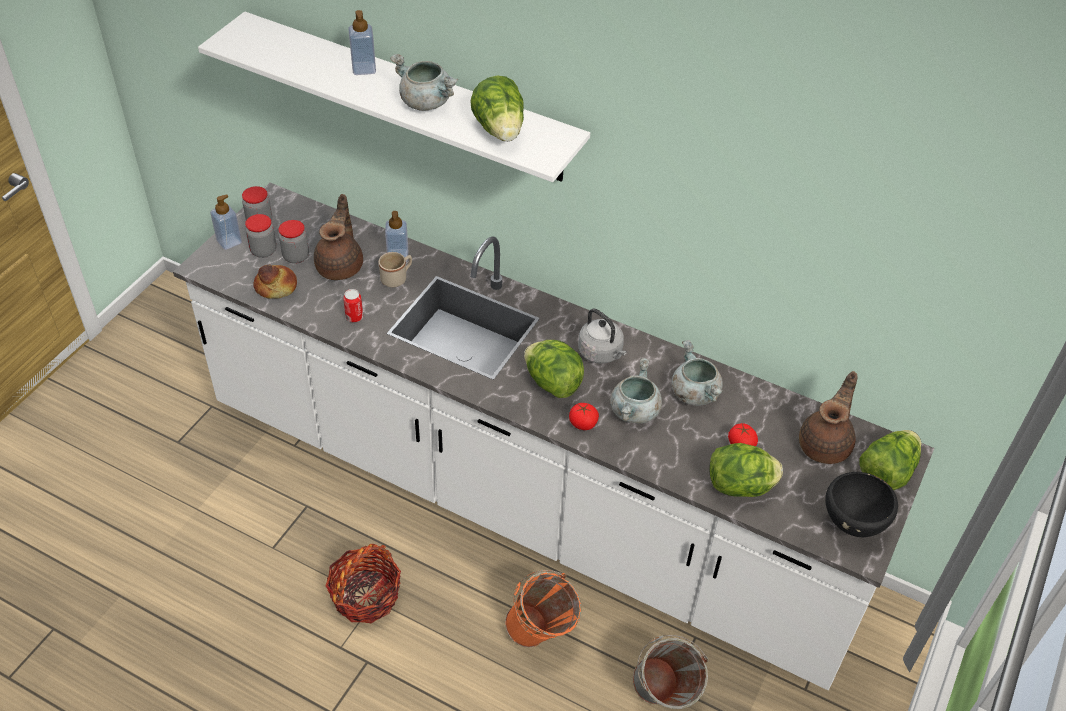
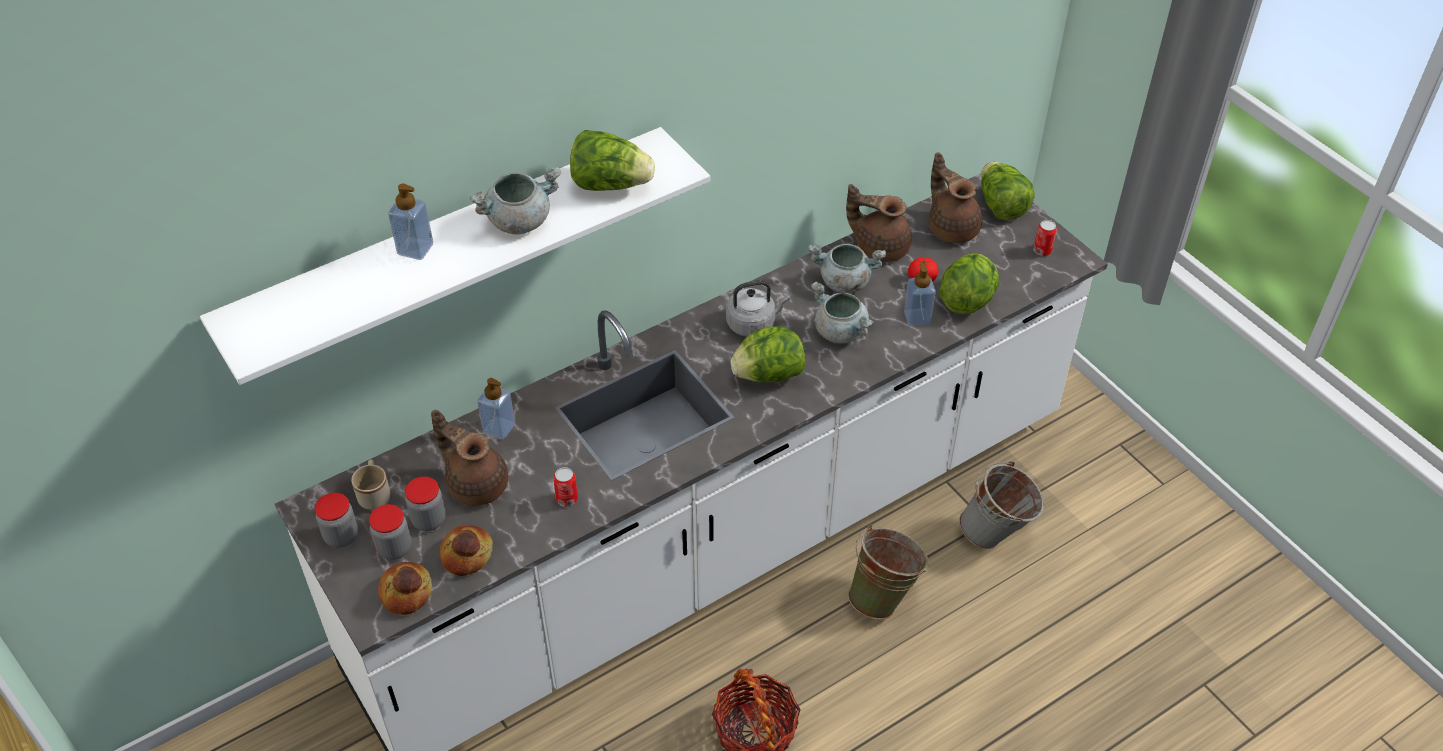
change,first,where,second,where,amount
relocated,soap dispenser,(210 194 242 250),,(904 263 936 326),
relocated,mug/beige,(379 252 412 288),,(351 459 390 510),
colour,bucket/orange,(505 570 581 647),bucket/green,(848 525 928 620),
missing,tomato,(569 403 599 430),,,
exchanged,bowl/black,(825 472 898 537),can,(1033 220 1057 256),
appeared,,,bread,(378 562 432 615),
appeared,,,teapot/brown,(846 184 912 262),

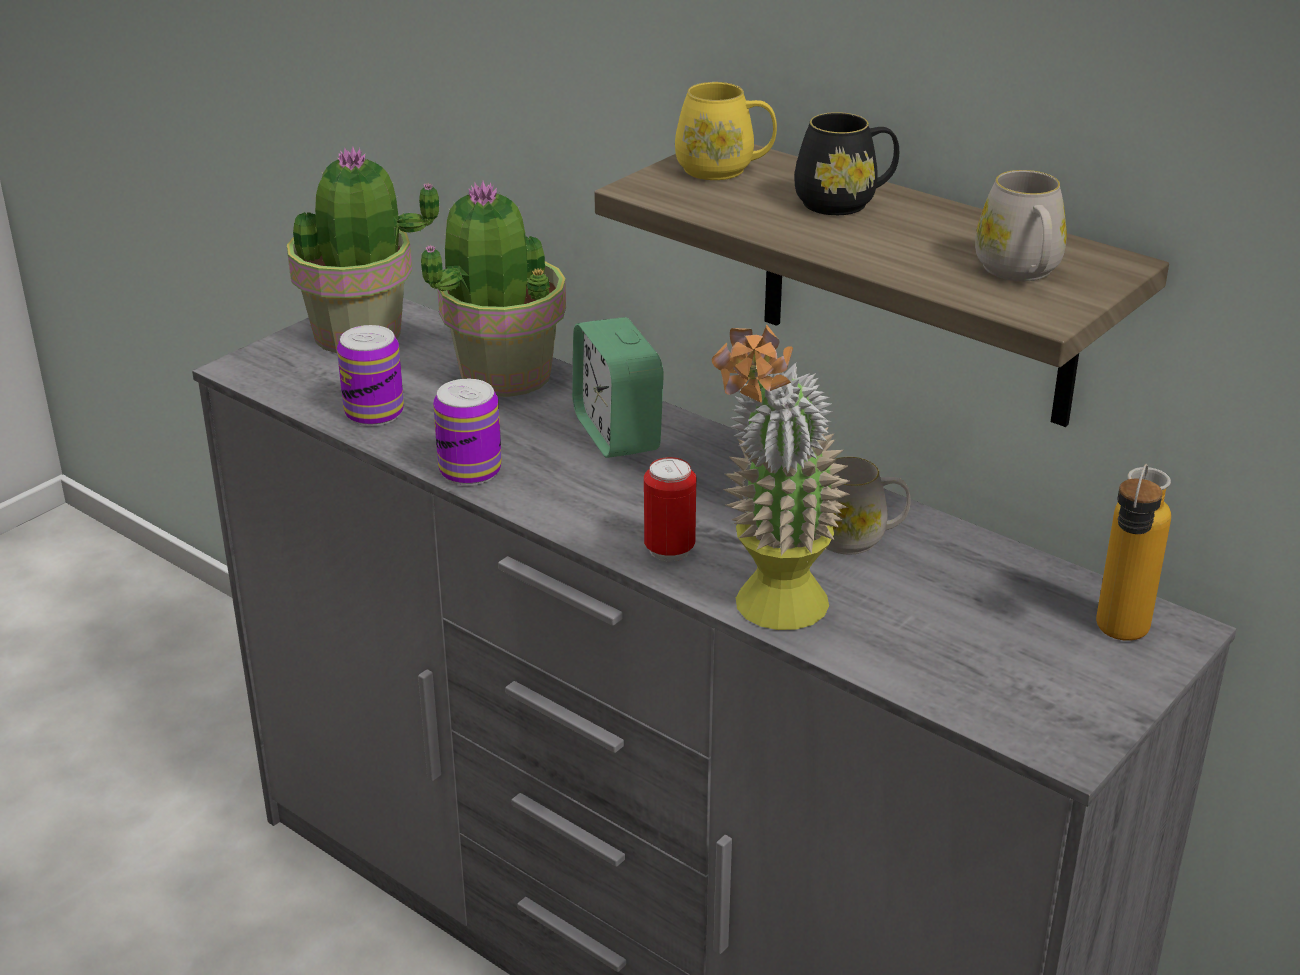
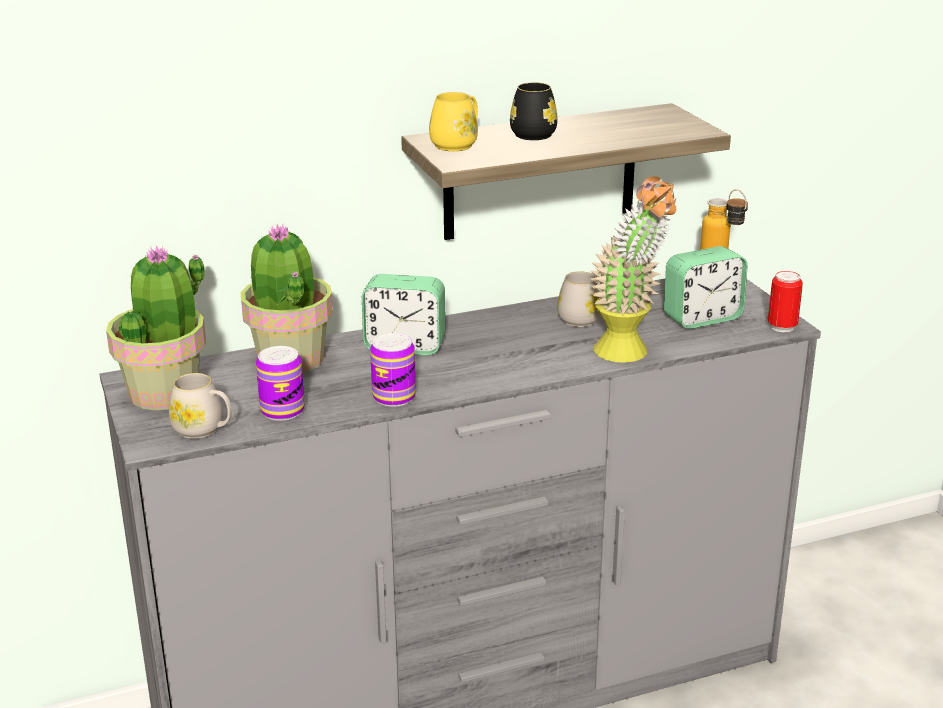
change,first,where,second,where,amount
relocated,can,(644 457 697 562),,(768 271 803 332),
relocated,mug/white,(975 170 1067 281),,(169 373 232 439),
appeared,,,alarm clock,(664 246 748 329),

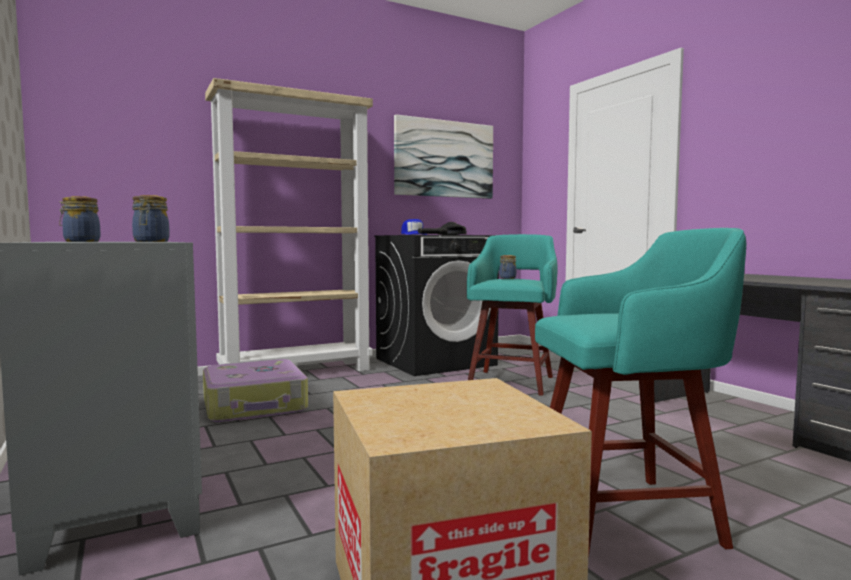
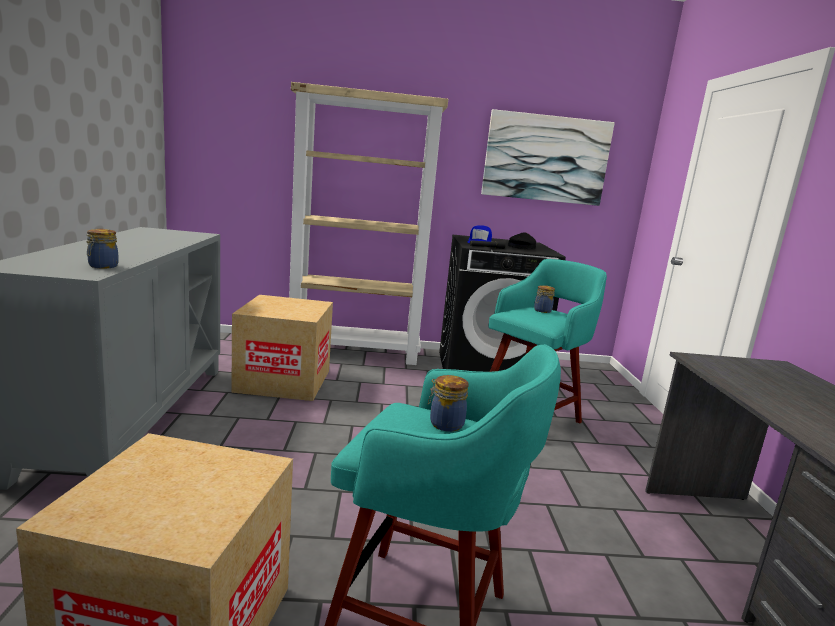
change,first,where,second,where,amount
relocated,jar,(59 196 101 242),,(428 375 469 432),
exchanged,suitcase,(203 359 308 422),cardboard box,(231 295 333 401),

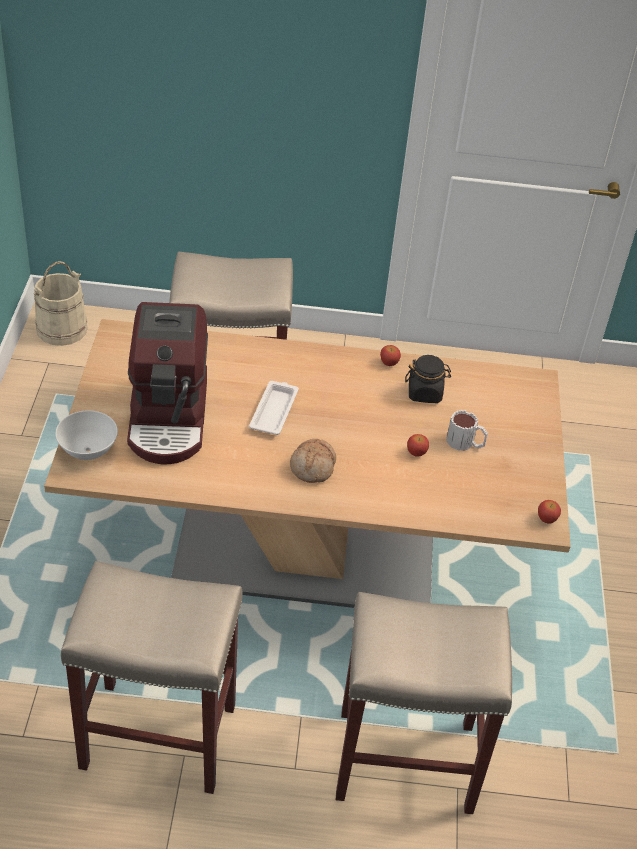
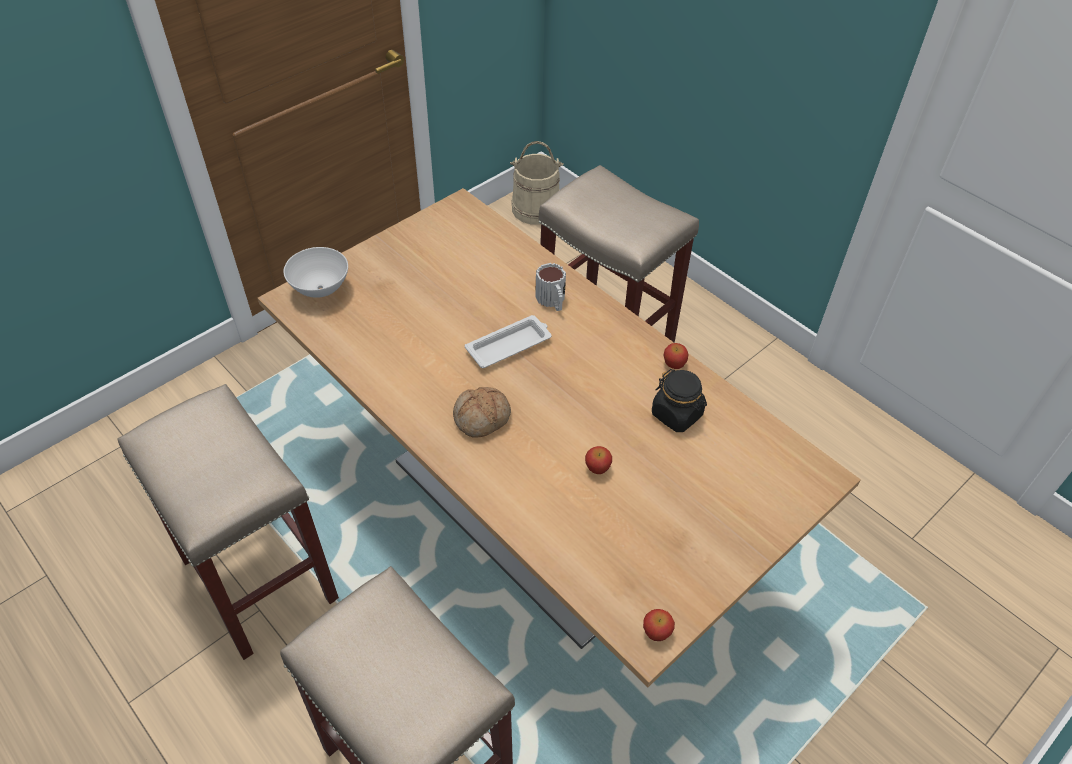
change,first,where,second,where,amount
missing,coffee machine,(127 302 208 465),,,
relocated,mug,(446 410 488 451),,(535 263 566 311),

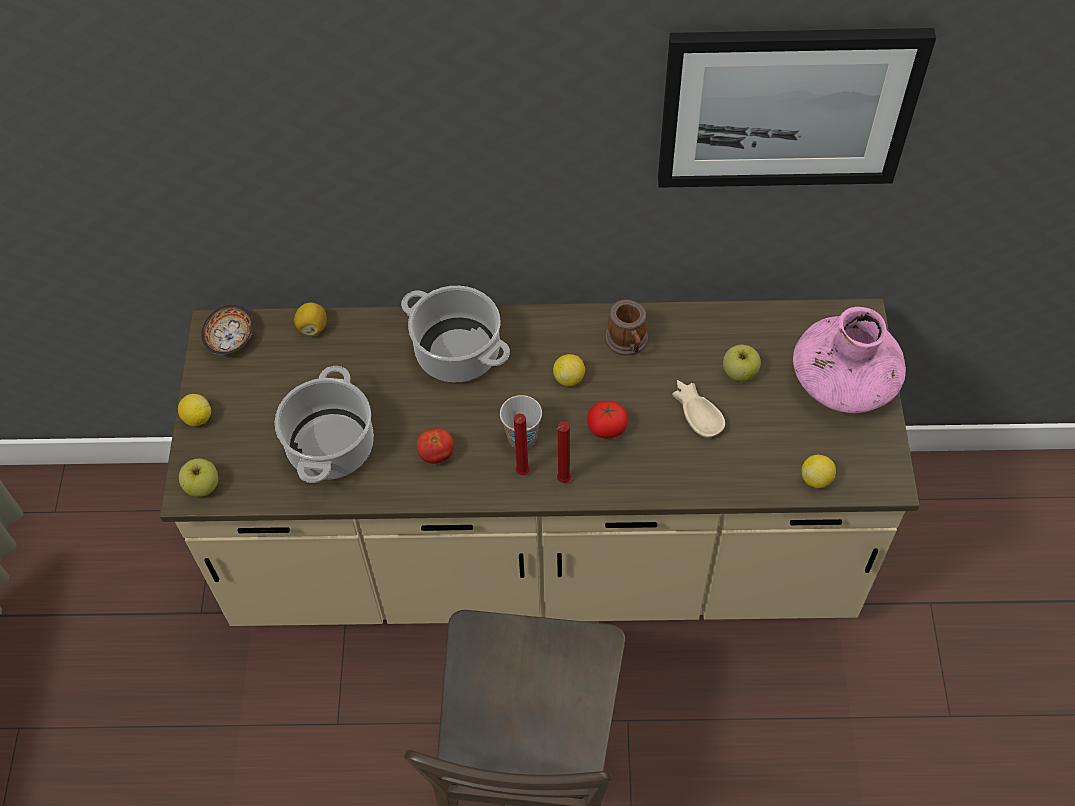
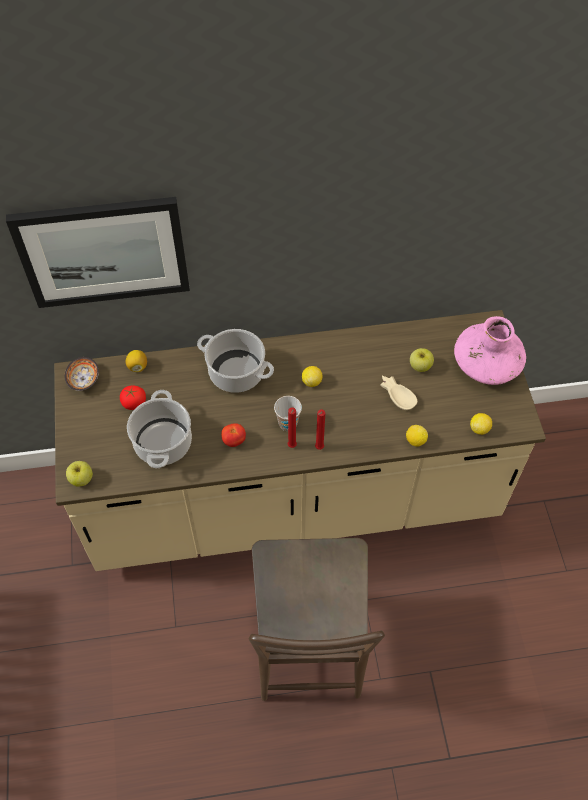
change,first,where,second,where,amount
relocated,lemon,(178 394 211 426),,(406 425 428 447),
relocated,tomato,(587 401 628 438),,(120 386 146 410),
missing,mug,(605 300 648 356),,,
relocated,picture,(658 28 936 188),,(6 197 190 308),

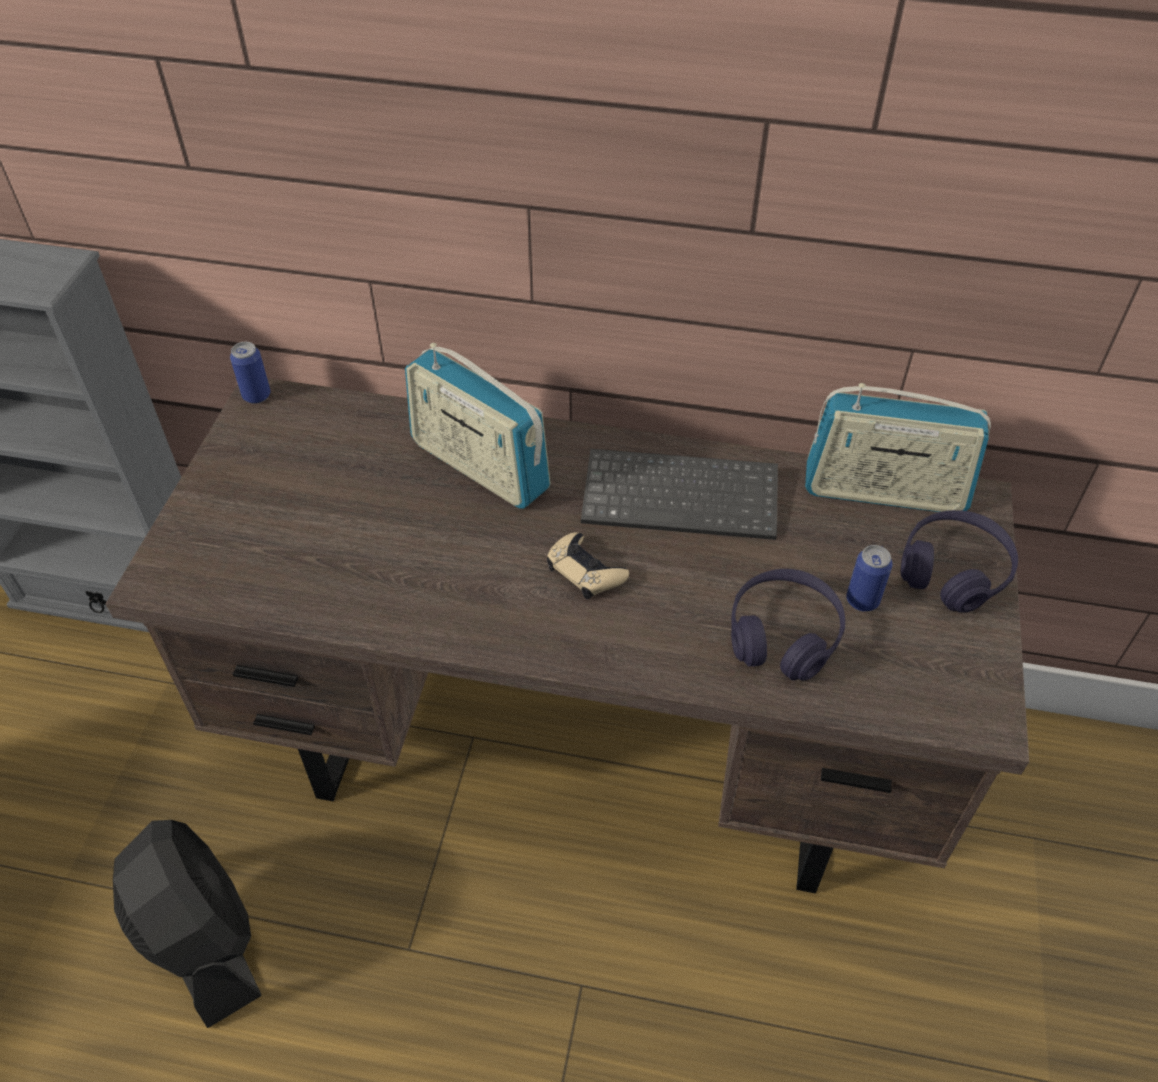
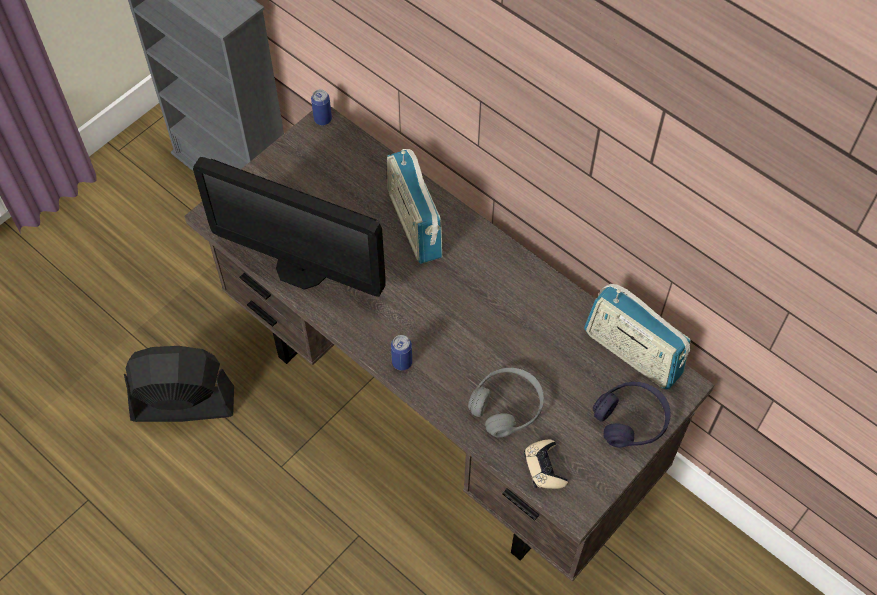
change,first,where,second,where,amount
spun,fan/black,(113 820 262 1028),,(124 346 234 422),90 degrees counterclockwise
relocated,game controller/beige,(547 532 629 600),,(524 440 568 489),
missing,keyboard,(581 449 778 540),,,
colour,headphones/purple,(731 569 845 681),headphones/grey,(468 368 544 437),
relocated,can,(846 545 893 612),,(391 335 412 370),
appeared,,,monitor,(193 157 386 297),

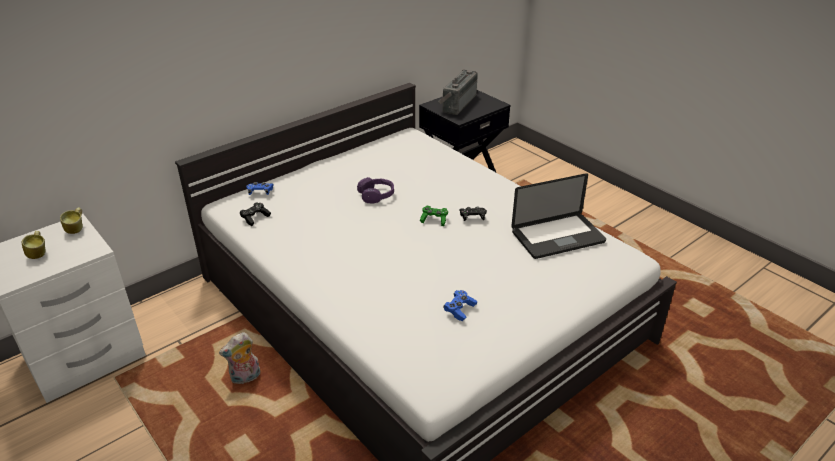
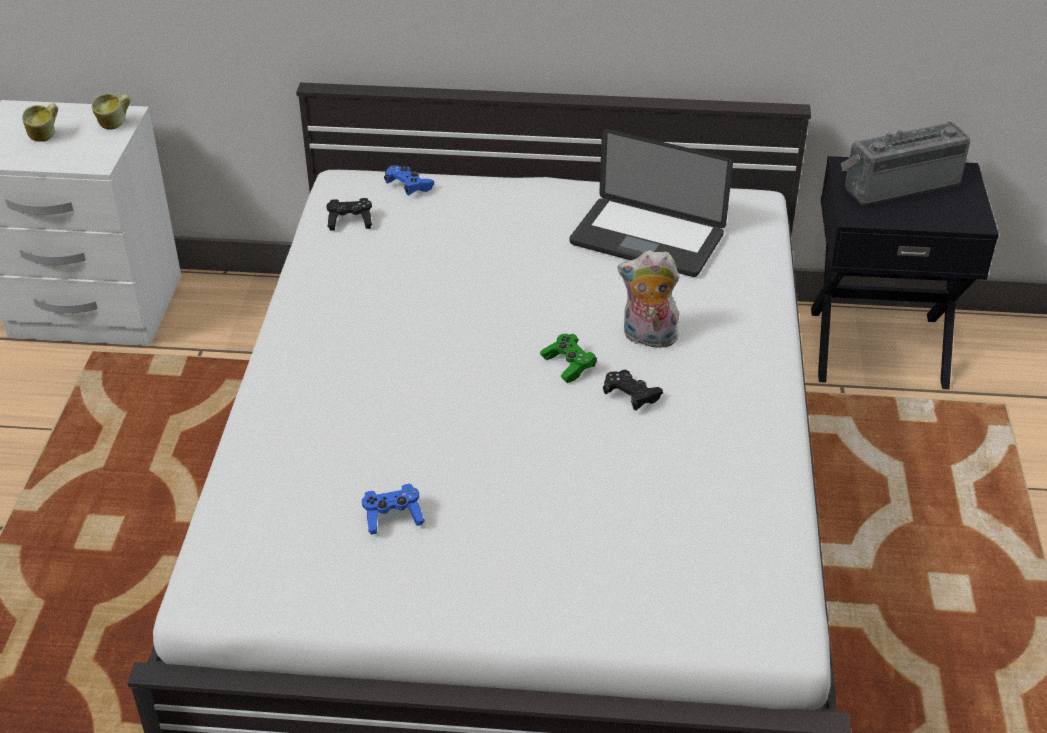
change,first,where,second,where,amount
relocated,plush toy,(219 332 260 384),,(618 250 680 348),
missing,headphones/purple,(357 177 394 204),,,
relocated,laptop,(511 173 606 259),,(569 129 733 277),

